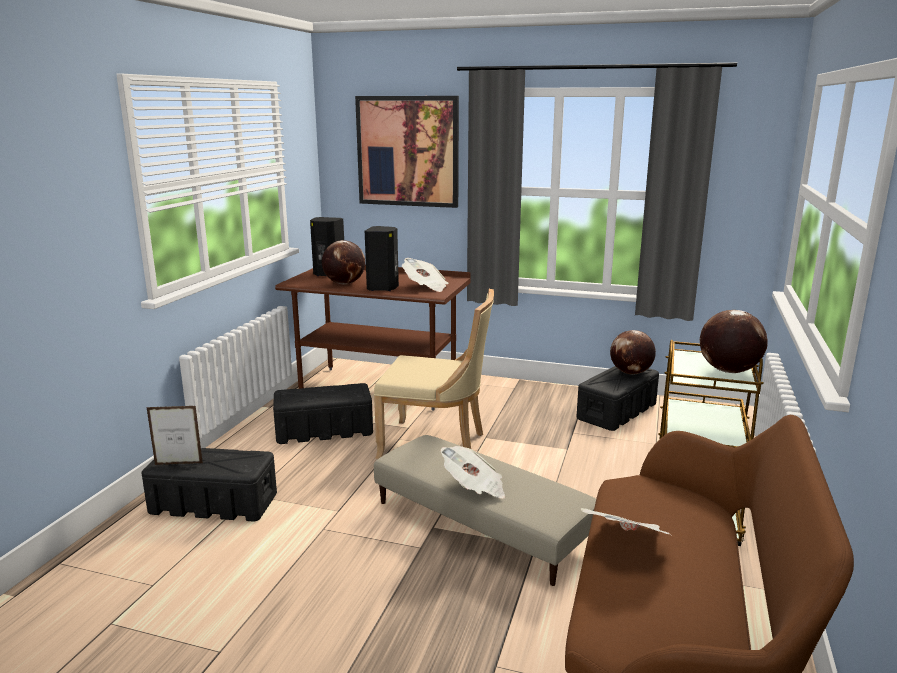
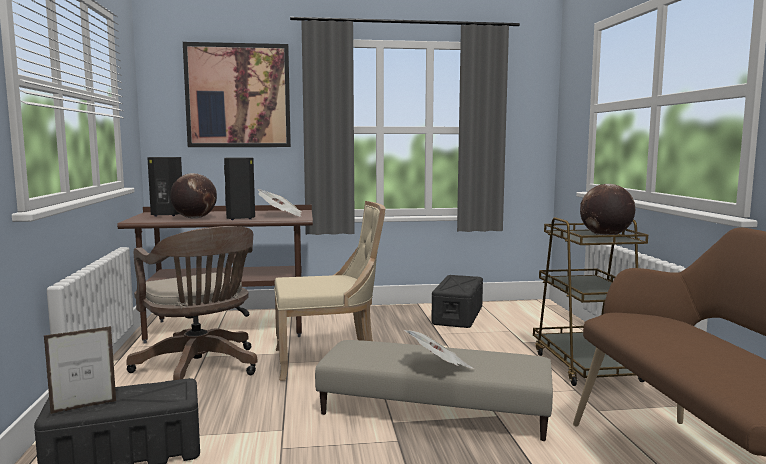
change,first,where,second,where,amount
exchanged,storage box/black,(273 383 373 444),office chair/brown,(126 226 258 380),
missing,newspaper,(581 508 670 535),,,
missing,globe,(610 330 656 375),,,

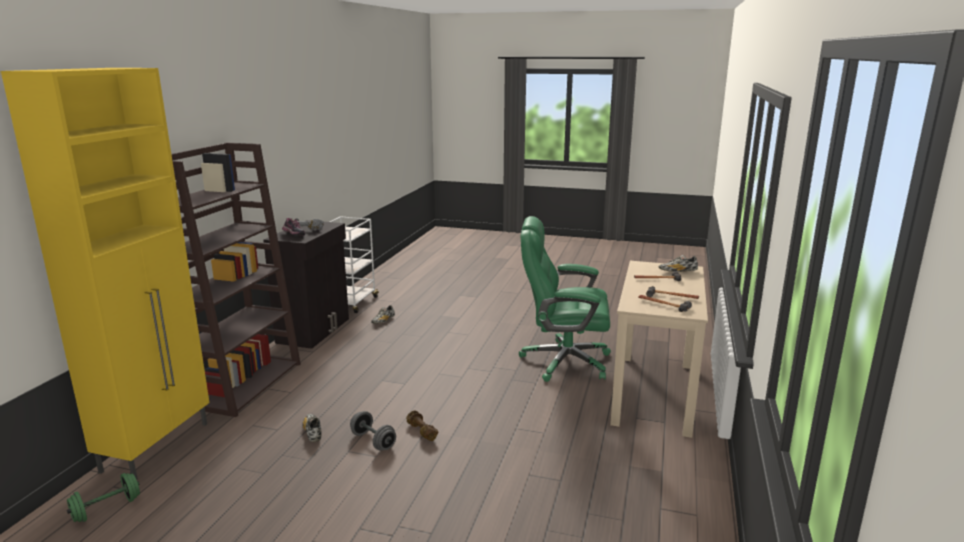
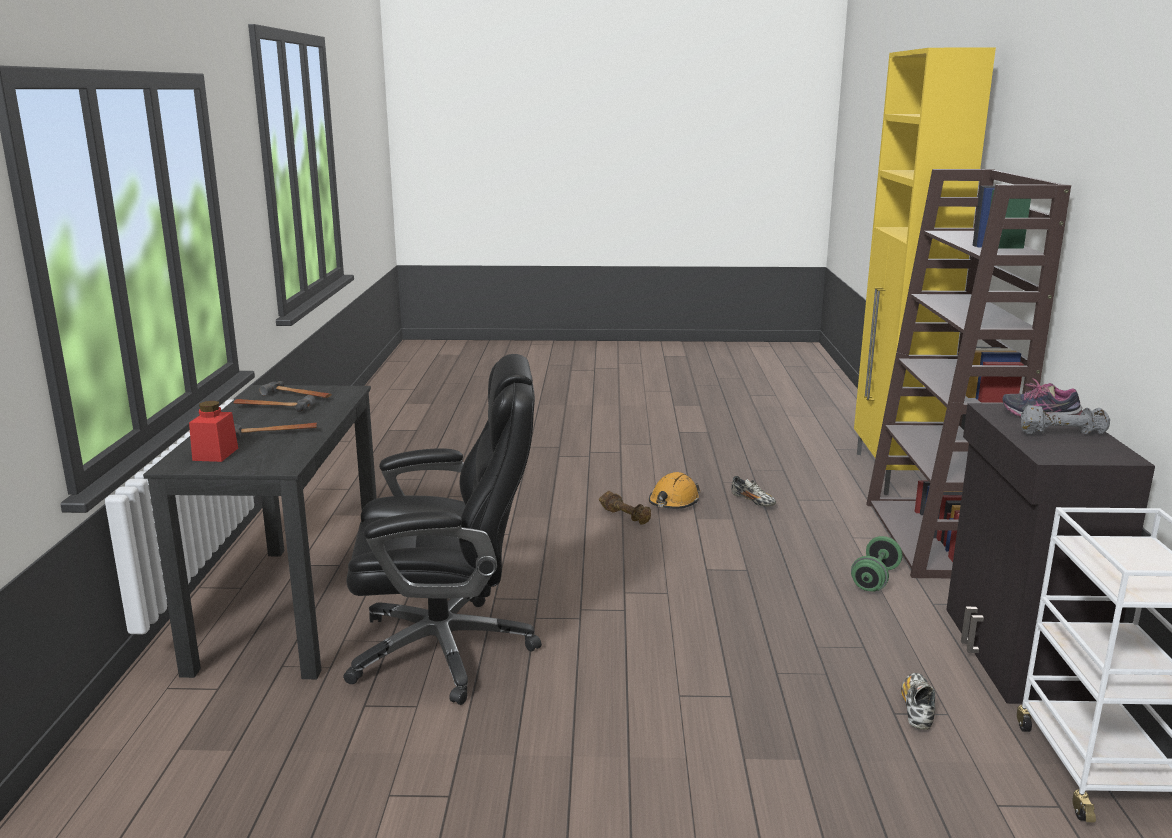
change,first,where,second,where,amount
relocated,dumbbell/green,(67 473 140 522),,(851 536 902 591),
exchanged,dumbbell/grey,(350 411 396 450),hard hat/orange,(649 472 700 509),
colour,office chair/green,(519 216 611 382),office chair/black,(343 354 542 705),
colour,desk/beige,(610 261 708 438),desk/black,(143 385 377 679),
exchanged,shoe,(659 255 698 272),jar/red,(189 401 238 462),

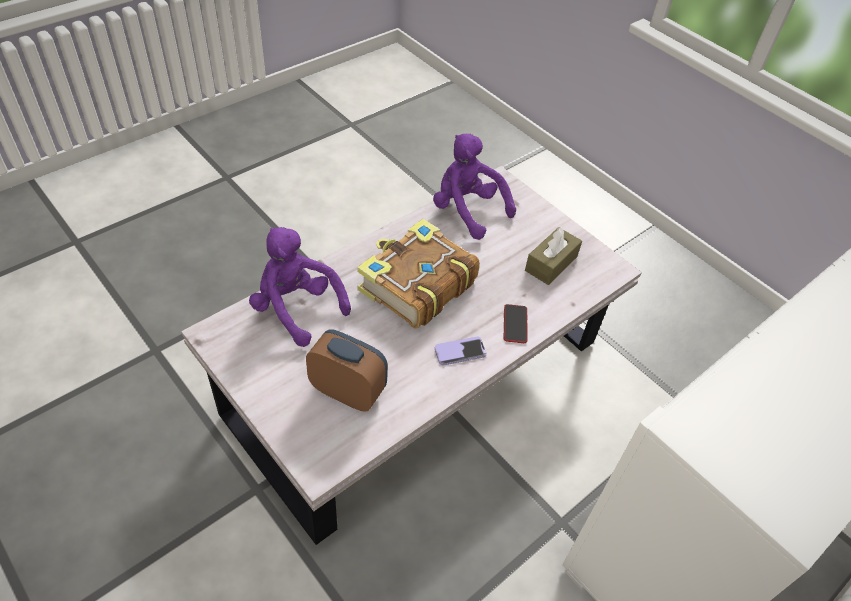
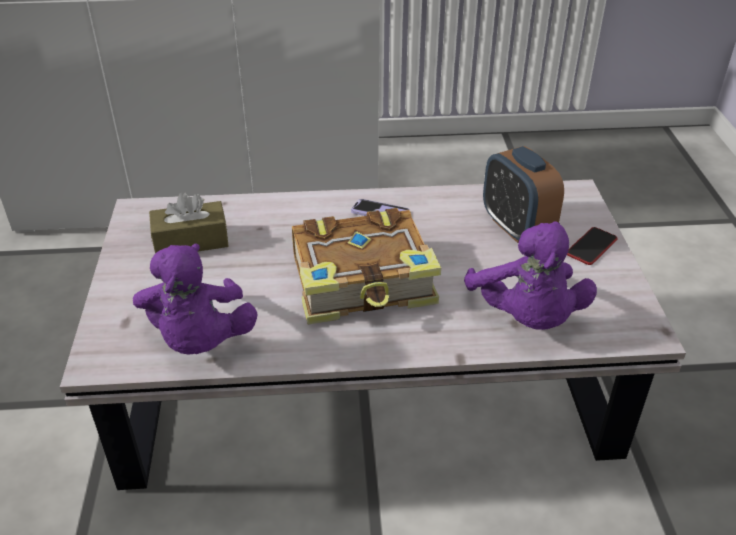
change,first,where,second,where,amount
relocated,phone,(504 304 528 343),,(567 227 617 265),

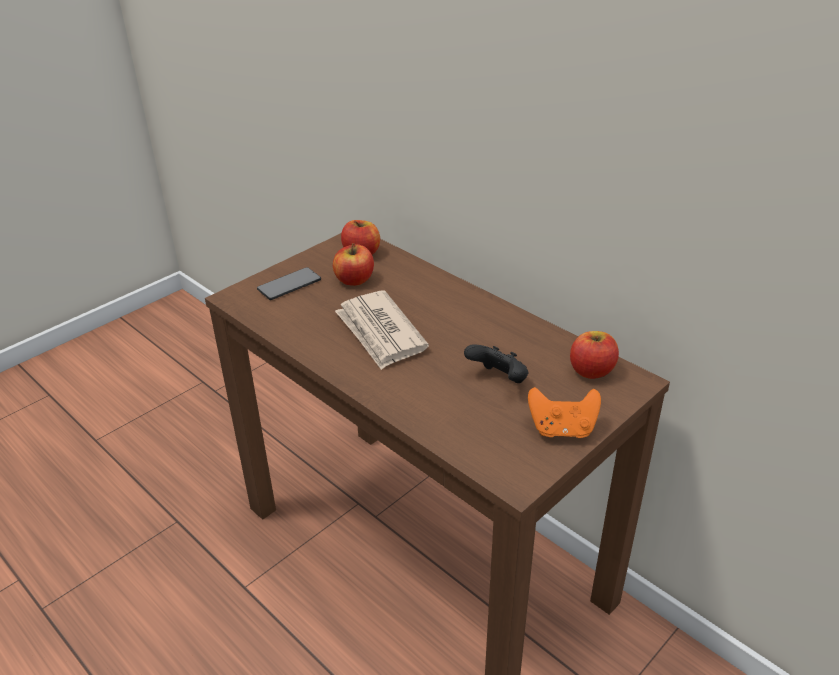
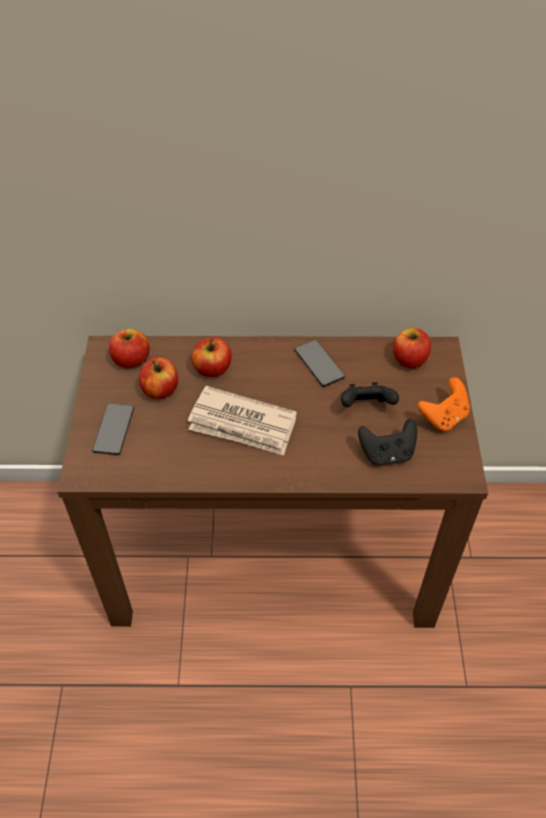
change,first,where,second,where,amount
appeared,,,apple,(191 337 232 377),
appeared,,,phone,(294 340 345 387),
appeared,,,game controller/black,(358 419 417 466),

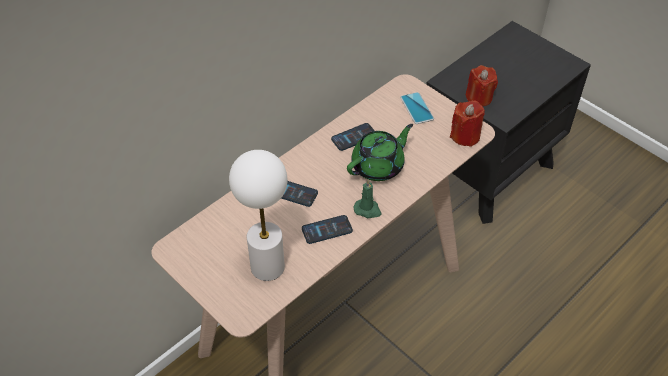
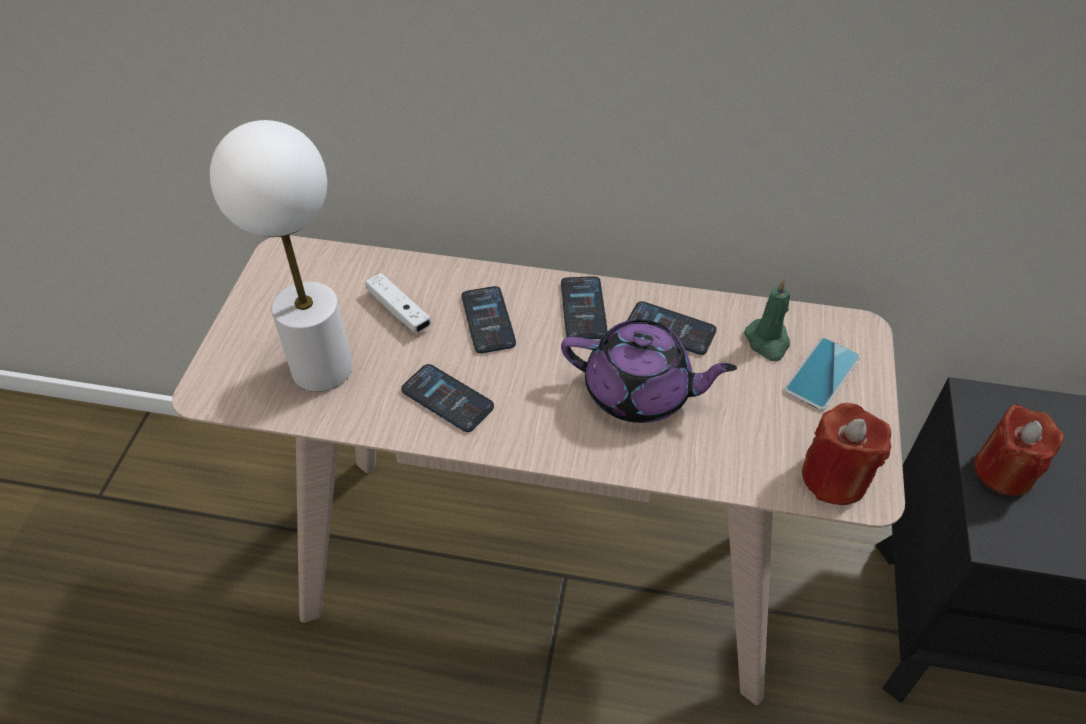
change,first,where,second,where,amount
colour,teapot/green,(347 124 413 181),teapot/purple,(561 319 737 423),
relocated,candle/green,(354 179 381 218),,(744 279 790 362),
appeared,,,game controller/white,(365 273 431 333),
appeared,,,phone,(561 276 608 339),

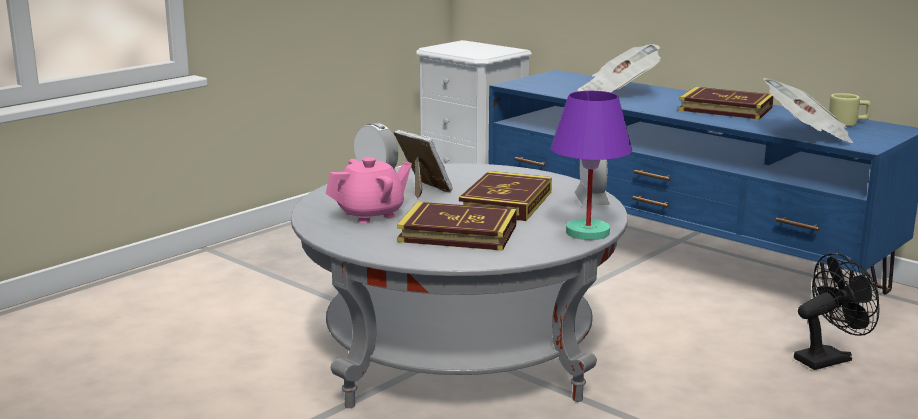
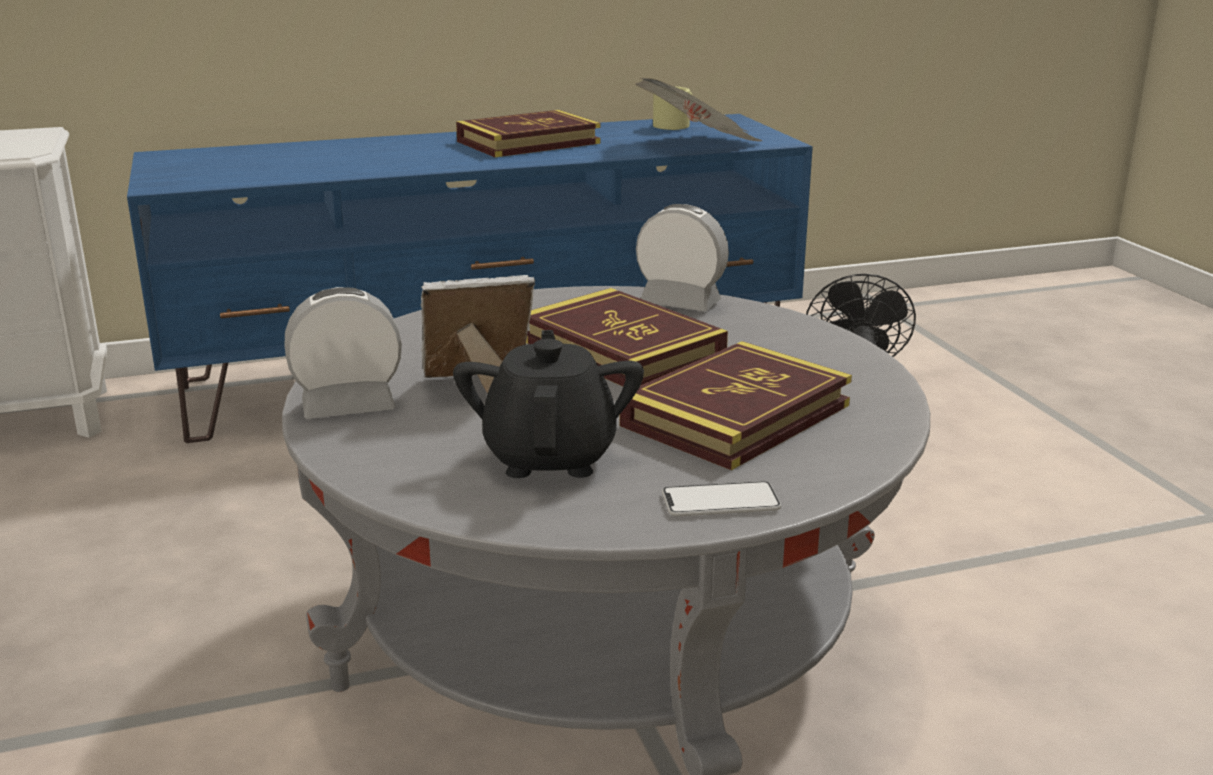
change,first,where,second,where,amount
colour,teapot/pink,(326 157 412 223),teapot/black,(453 330 644 478),
missing,table lamp/purple,(551 91 632 240),,,
missing,newspaper,(577 44 661 93),,,
appeared,,,phone,(662 481 781 516),

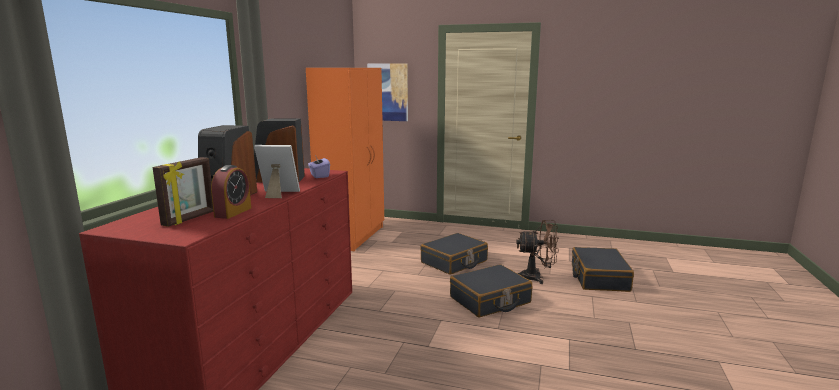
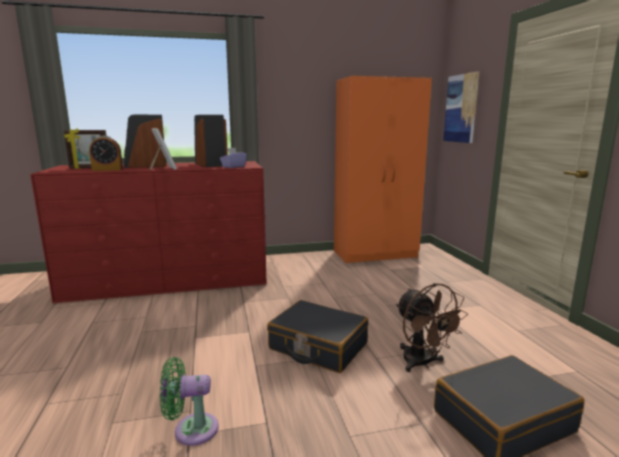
change,first,where,second,where,amount
missing,suitcase/black,(420 233 488 275),,,
appeared,,,fan/green,(160 357 219 446),

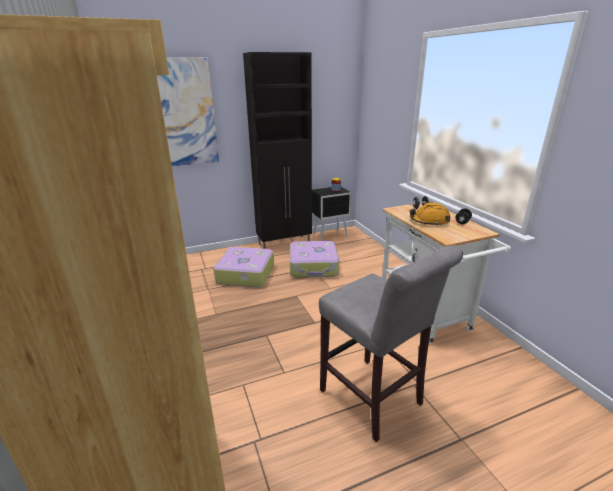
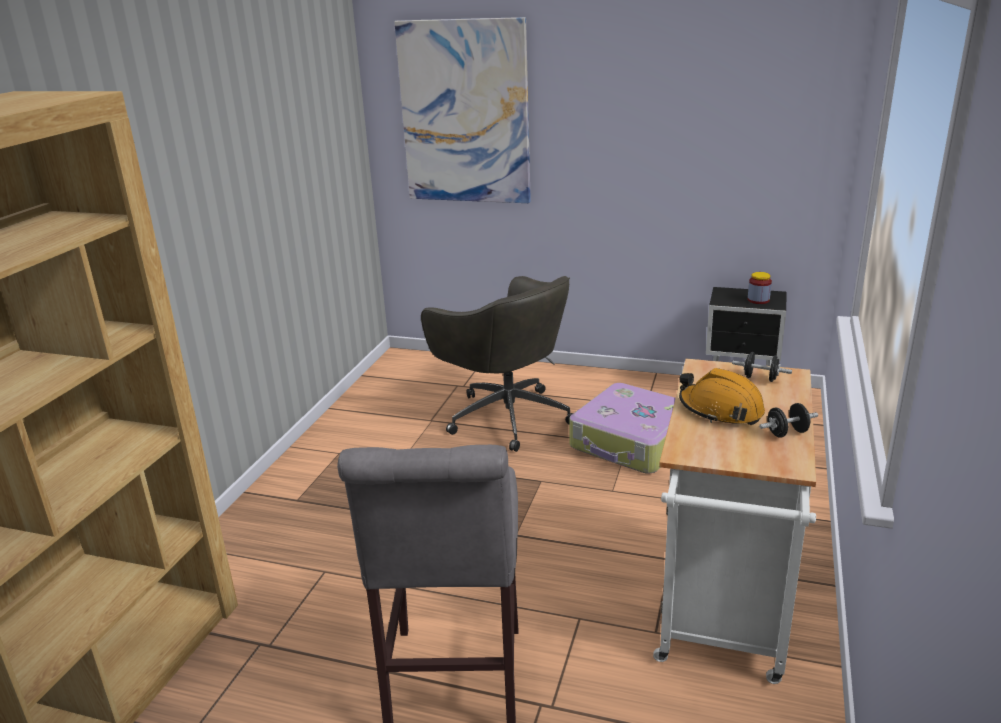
change,first,where,second,where,amount
exchanged,suitcase,(213 247 274 288),office chair/grey,(421 276 573 452),
missing,cabinet/black,(243 52 312 249),,,

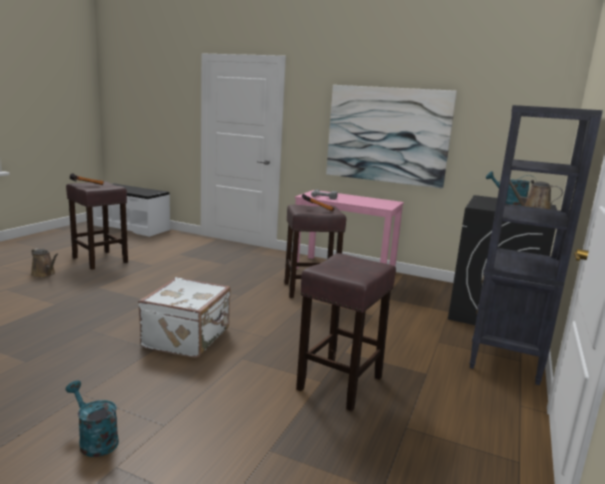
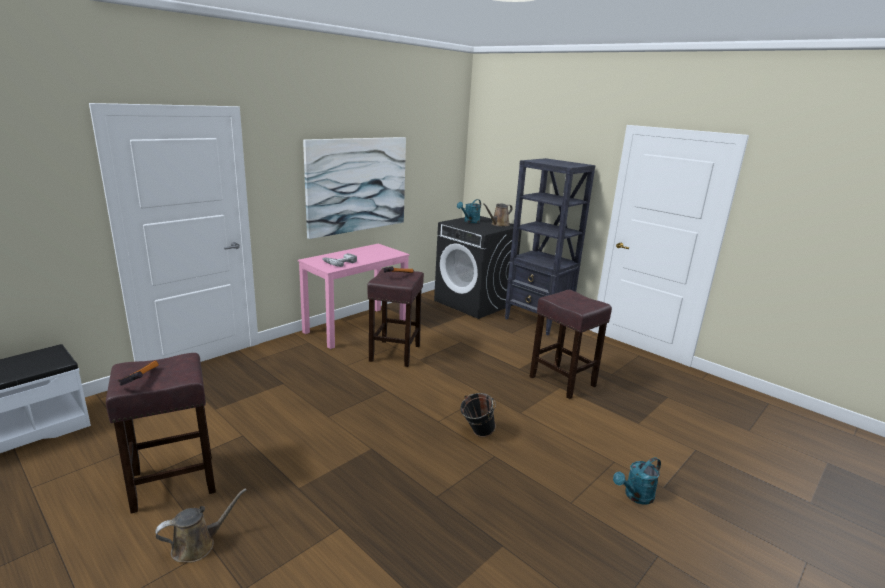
change,first,where,second,where,amount
exchanged,suitcase/white,(138 277 231 358),bucket/black,(460 393 496 437),

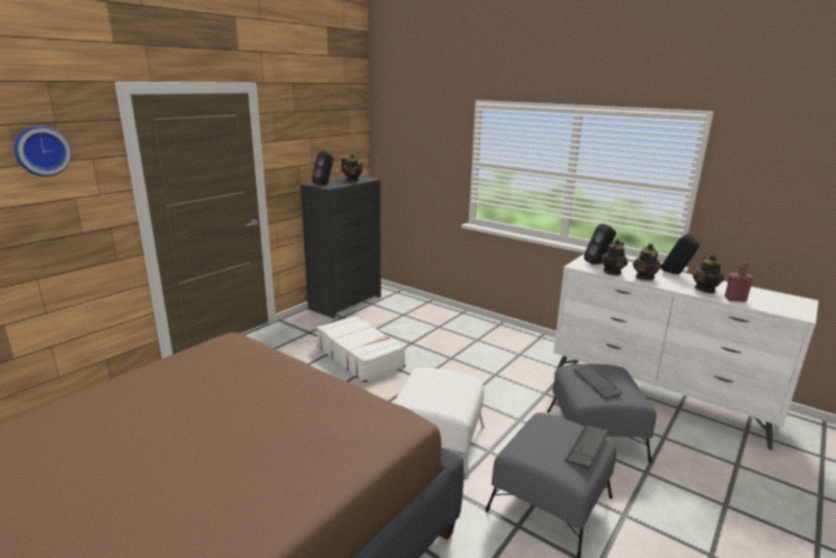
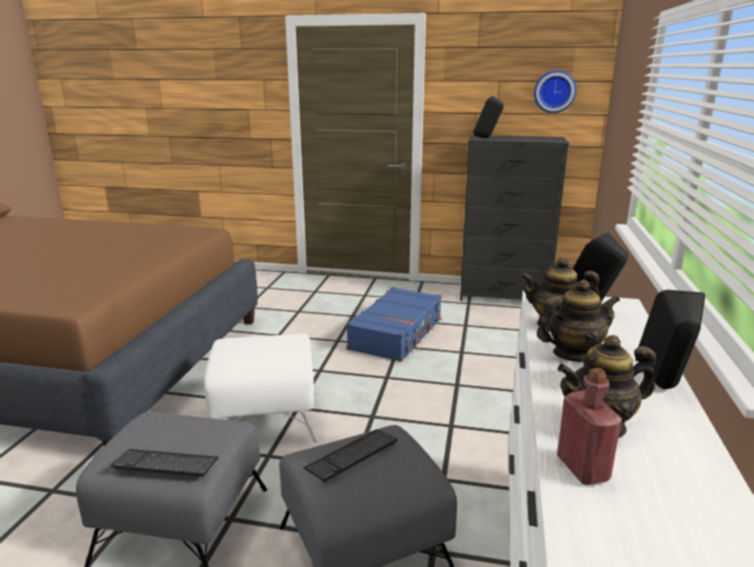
change,first,where,second,where,amount
relocated,wall clock,(14 126 71 177),,(534 70 576 113),
colour,suitcase/white,(316 315 406 383),suitcase/blue,(346 287 442 362),
missing,teapot,(341 154 364 181),,,

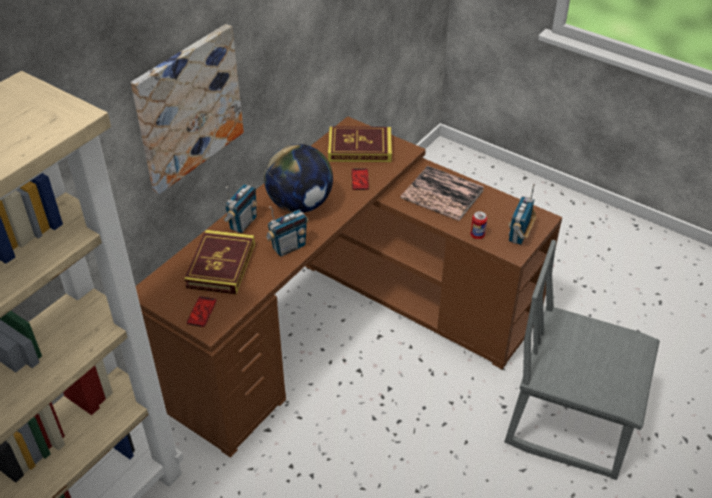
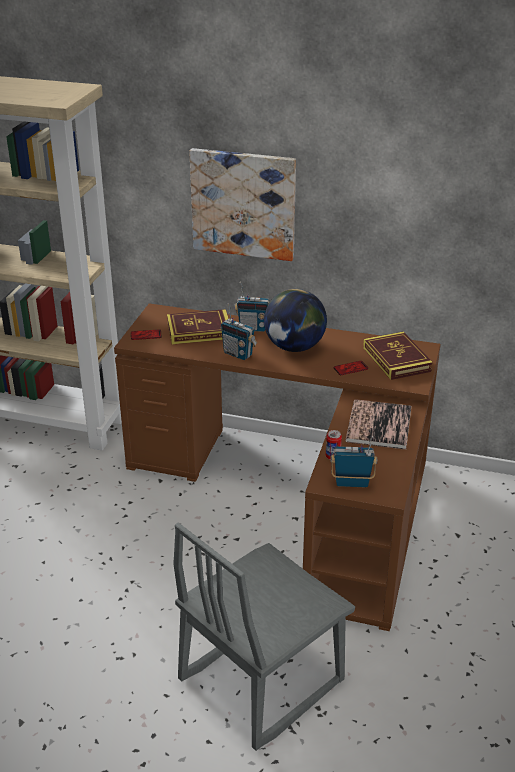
change,first,where,second,where,amount
spun,chair/grey,(504 240 660 480),,(173 523 355 751),135 degrees counterclockwise

